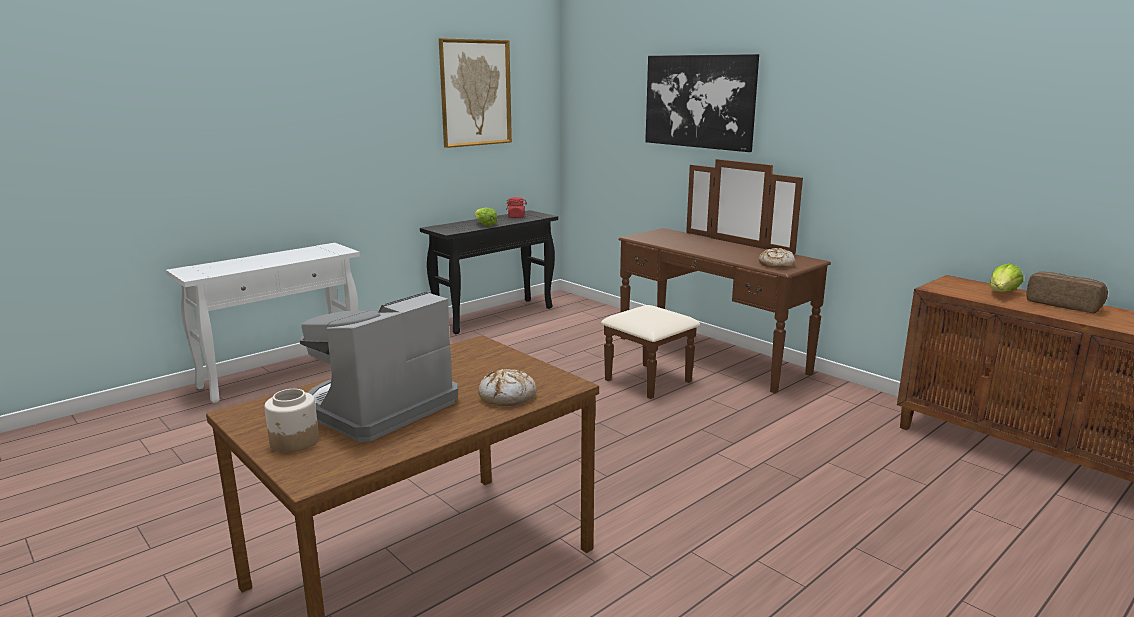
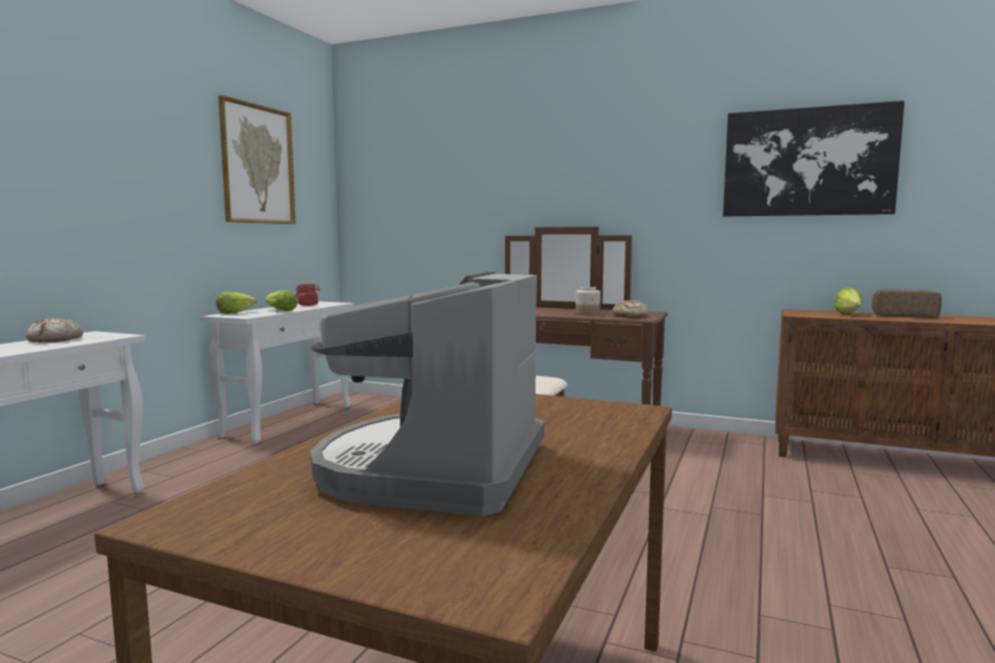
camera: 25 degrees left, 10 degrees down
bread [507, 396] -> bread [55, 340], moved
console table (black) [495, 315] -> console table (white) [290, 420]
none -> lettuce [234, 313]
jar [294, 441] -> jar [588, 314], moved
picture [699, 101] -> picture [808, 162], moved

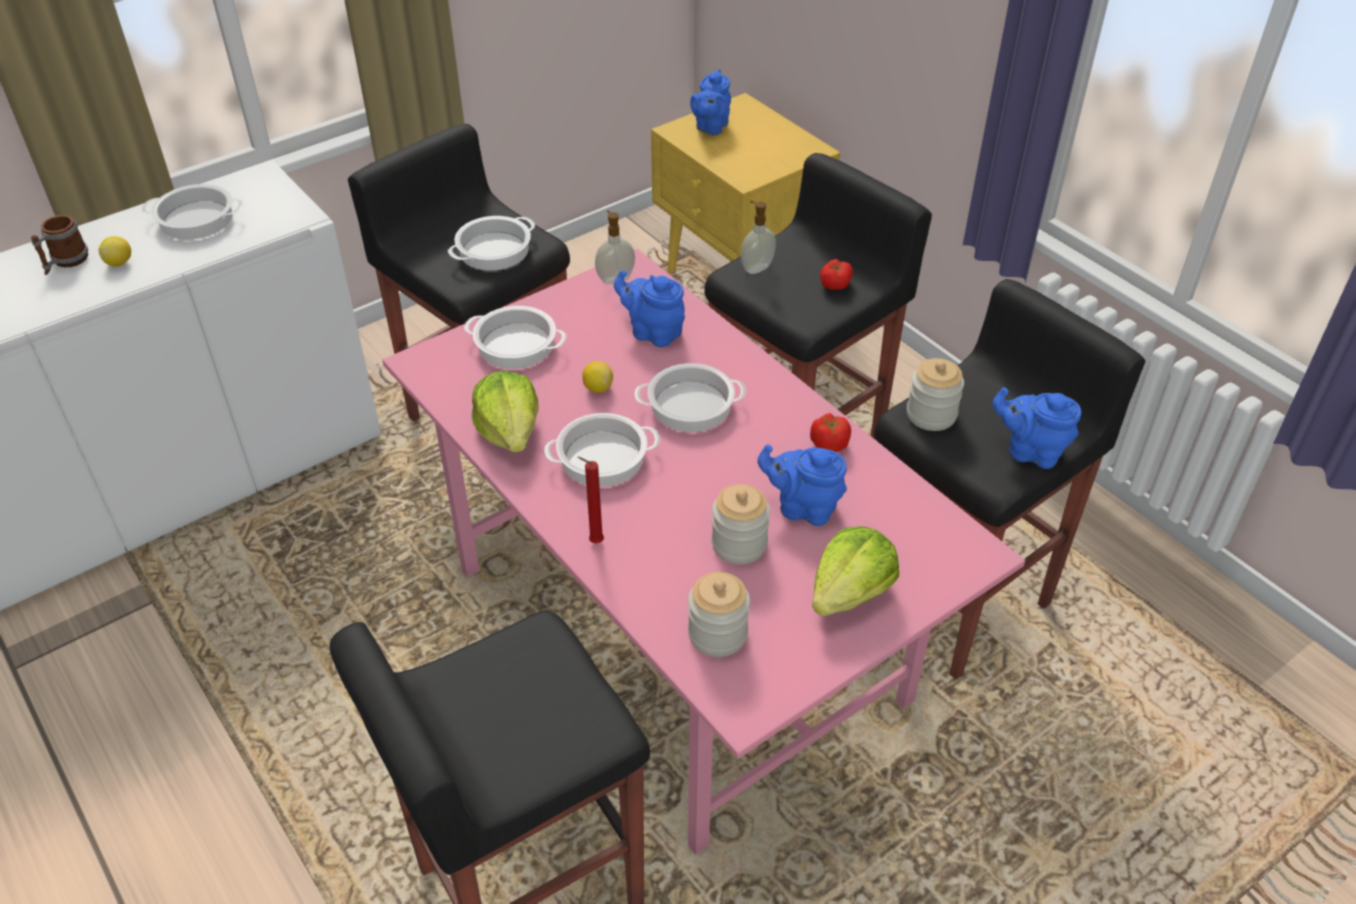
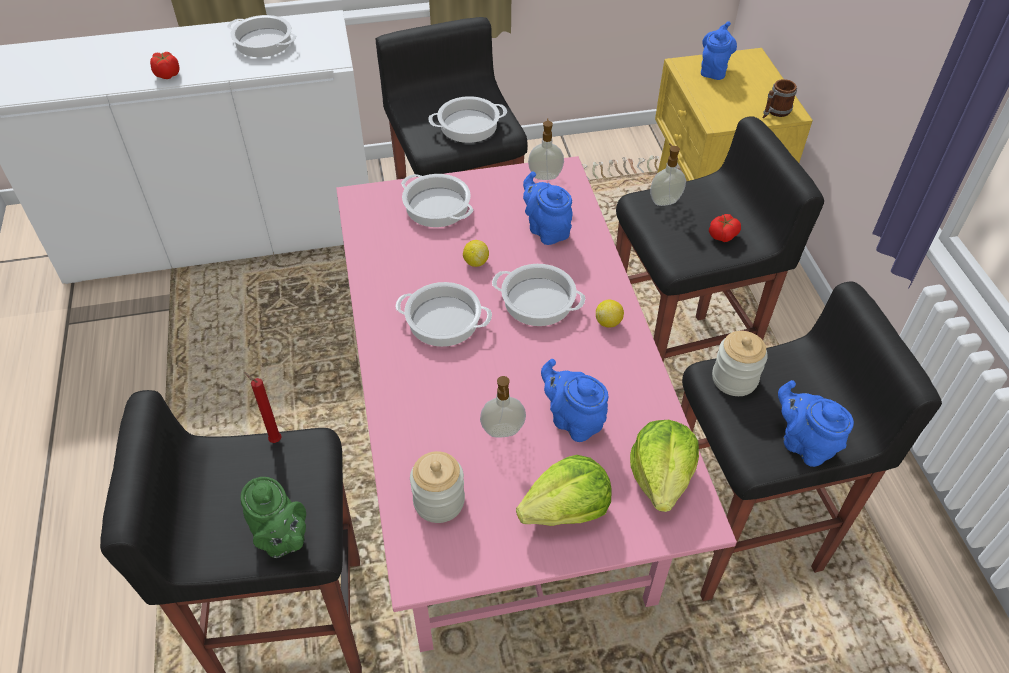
camera: 25 degrees right, 5 degrees up
tomato [829, 444] -> tomato [167, 74], moved
none -> teapot (green) [282, 539]
candle (red) [594, 542] -> candle (red) [273, 439], moved
jar [739, 544] -> soap dispenser [503, 432]
lemon [120, 263] -> lemon [608, 322], moved
lettuce [510, 431] -> lettuce [661, 476], moved
teapot (blue) [710, 127] -> teapot (blue) [714, 70], 150 degrees clockwise
mug [65, 262] -> mug [775, 112], moved

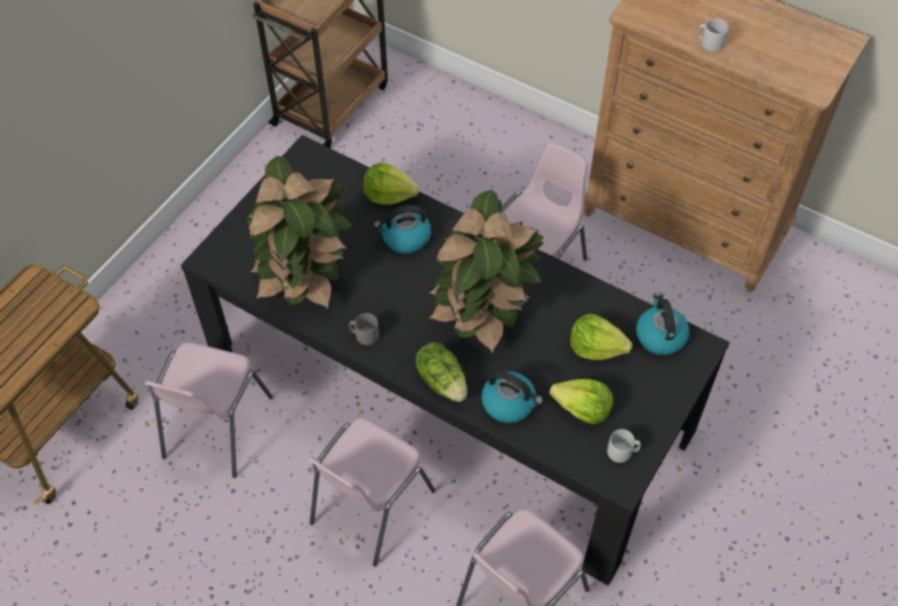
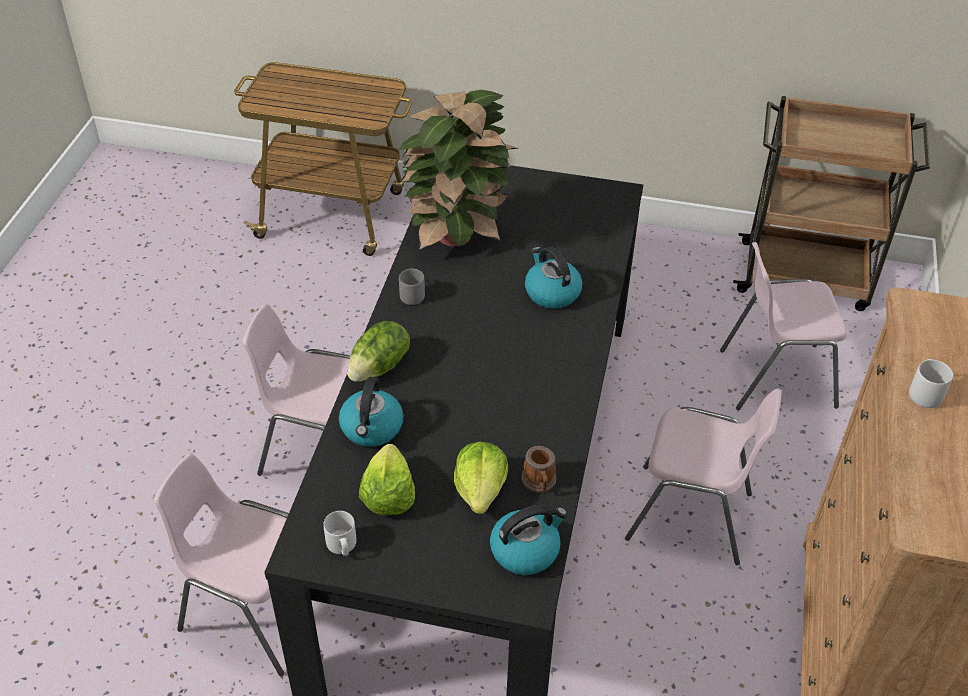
camera: 70 degrees right, 10 degrees down
none -> mug [539, 482]
chair (pink) [215, 428] -> chair (pink) [775, 377], moved
lettuce [389, 194] -> none
potted plant [483, 318] -> none

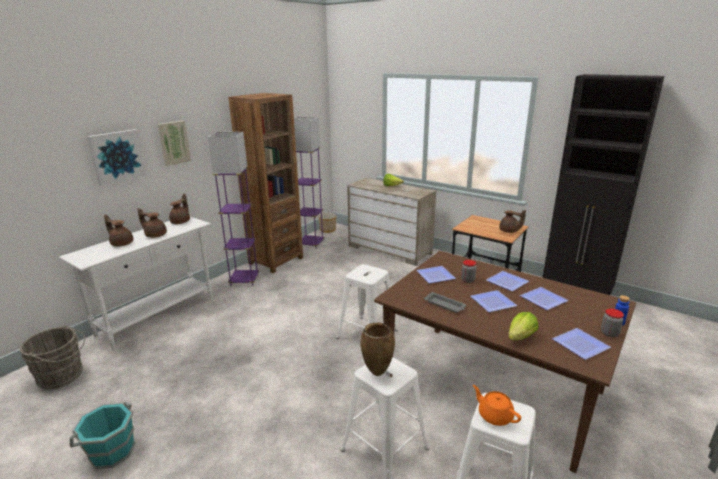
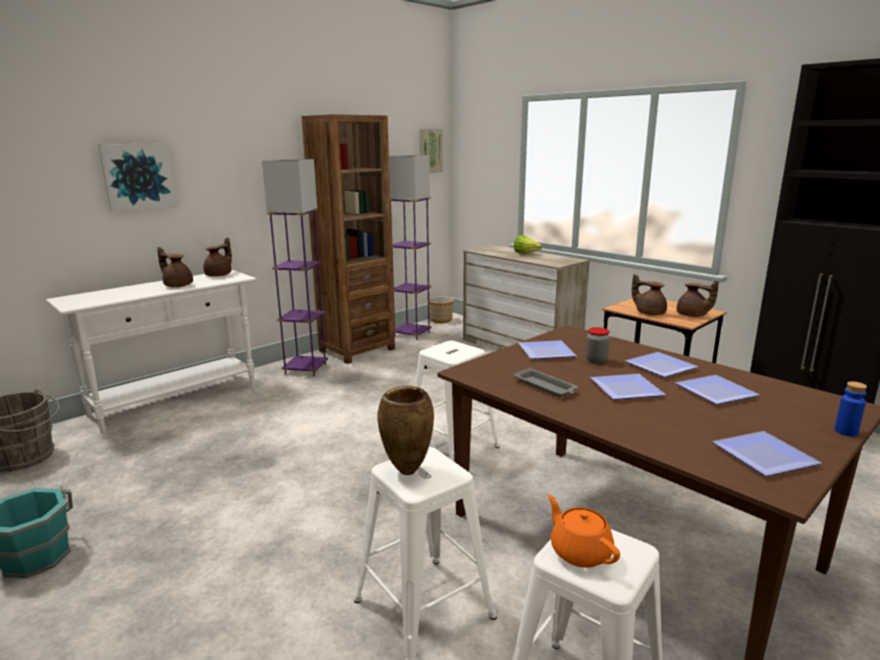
camera: 10 degrees right, 5 degrees down
picture [173, 143] -> picture [430, 151], moved
teapot (brown) [121, 243] -> teapot (brown) [649, 313], moved
lettuce [521, 337] -> none
jar [609, 333] -> none

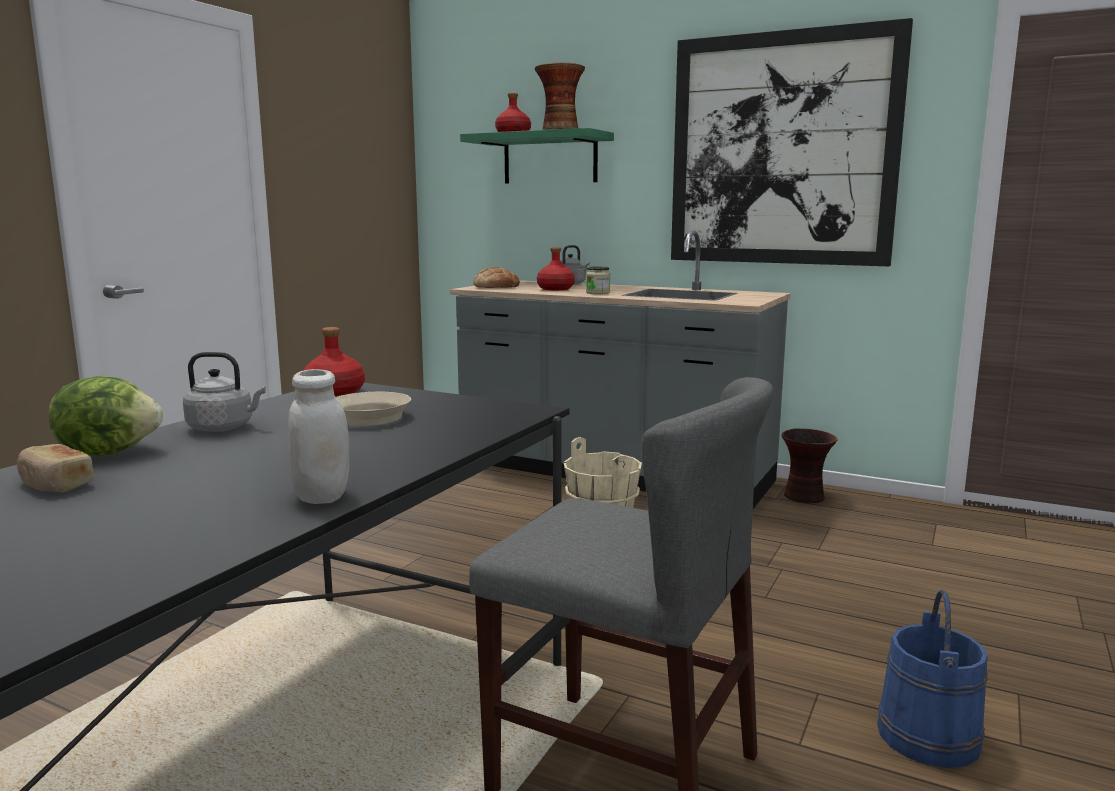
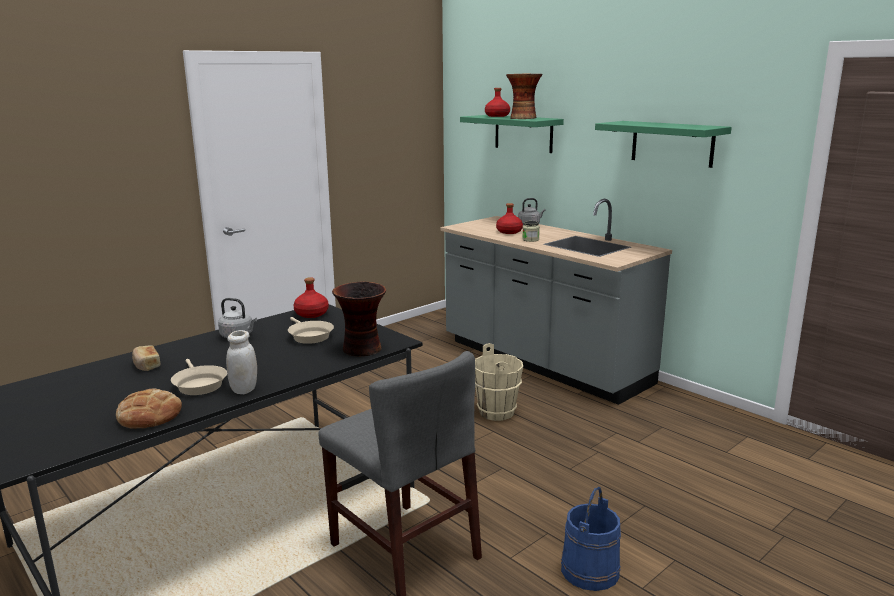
camera: 20 degrees right, 5 degrees up
bread [496, 286] -> bread [149, 415], moved
none -> frying pan (beige) [198, 384]
vase [805, 497] -> vase [362, 350], moved
picture [782, 150] -> shelf (green) [672, 143]
lettuce [110, 452] -> none

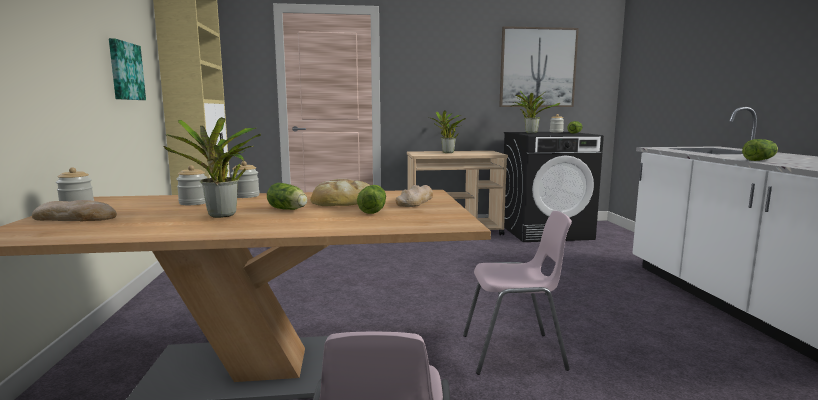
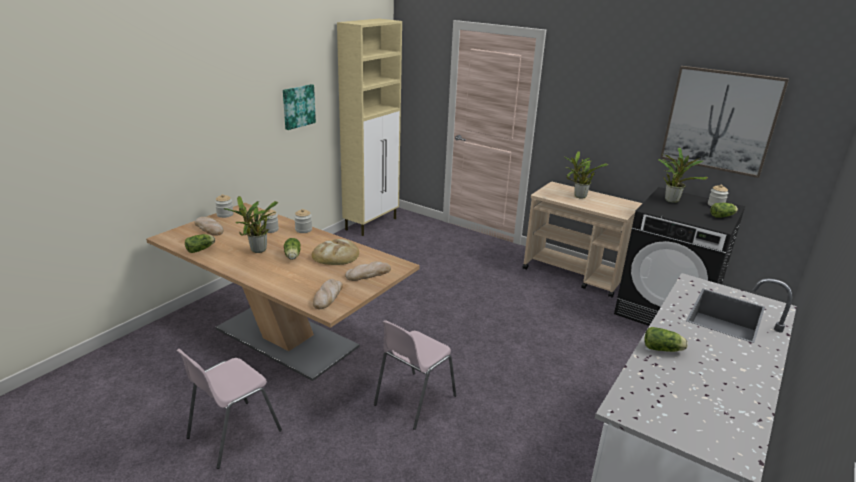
camera: 40 degrees right, 15 degrees up
lettuce [373, 210] -> lettuce [201, 249], moved
none -> bread [327, 296]
chair (pink) [514, 353] -> chair (pink) [413, 400], 90 degrees clockwise

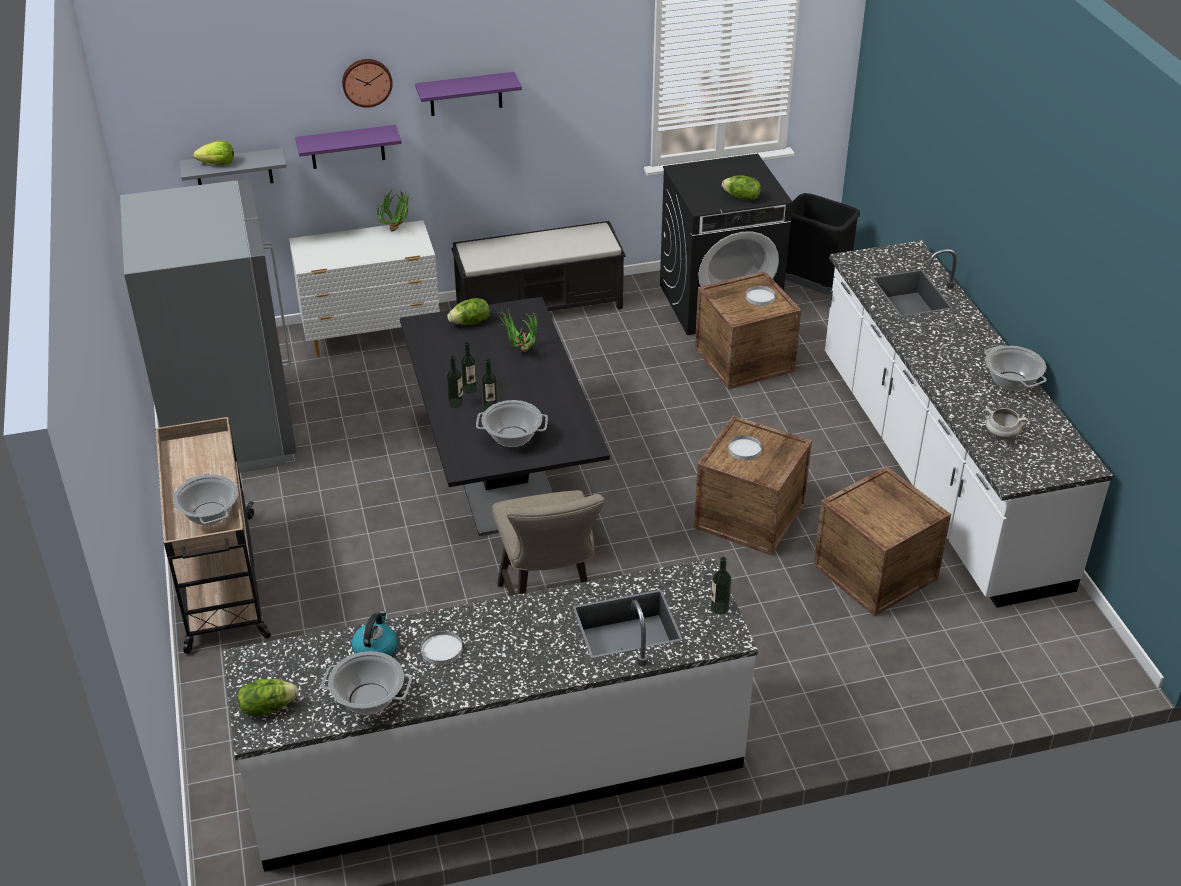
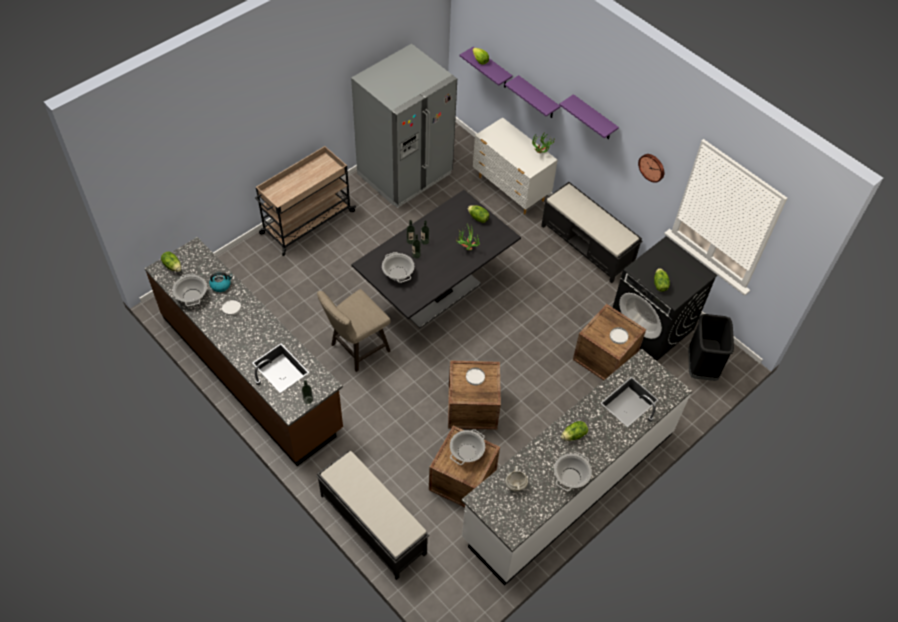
camera: 60 degrees right, 15 degrees up
counter (white) [497, 768] -> counter (brown) [251, 372]
none -> bench (black) [372, 524]
cooking pot [209, 514] -> cooking pot [466, 452], moved
shelf (grey) [234, 170] -> shelf (purple) [492, 68]
none -> lettuce [574, 435]
wall clock [366, 82] -> wall clock [652, 167], moved

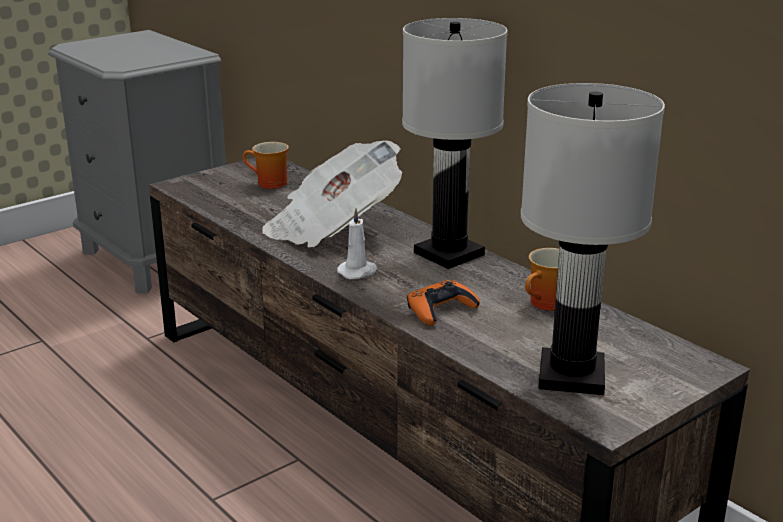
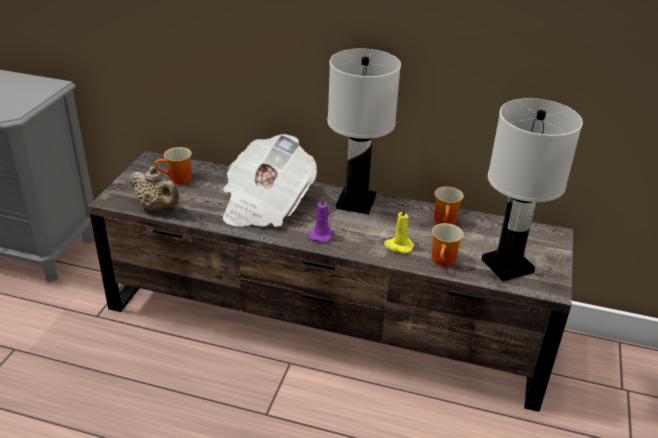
camera: 35 degrees left, 10 degrees up
none -> teapot (beige) [157, 207]
candle (white) [358, 272] -> candle (purple) [322, 235]
game controller (orange) [441, 309] -> candle (yellow) [398, 246]
none -> mug [444, 261]

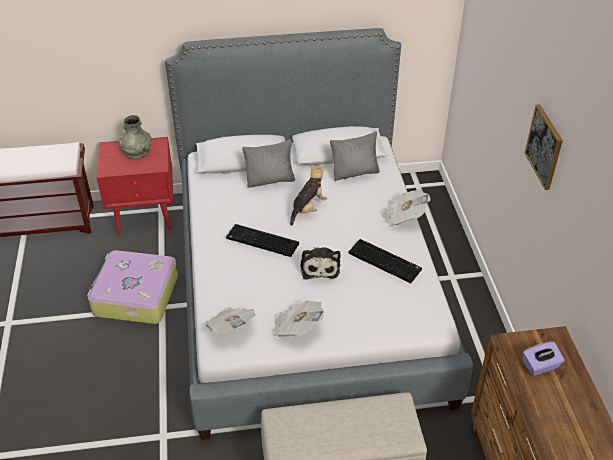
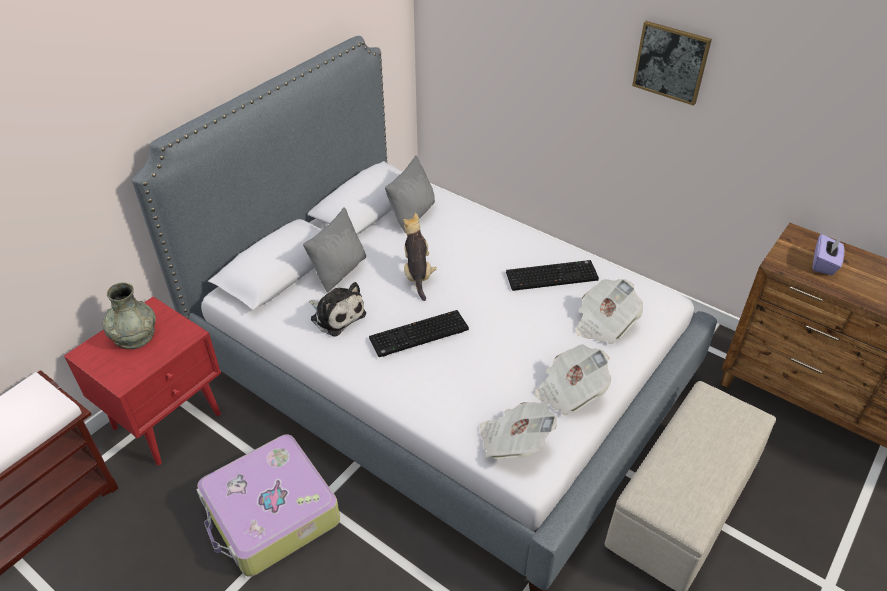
camera: 45 degrees left, 0 degrees up
plush toy [319, 266] -> plush toy [336, 315], moved
newspaper [403, 217] -> newspaper [604, 324], moved

